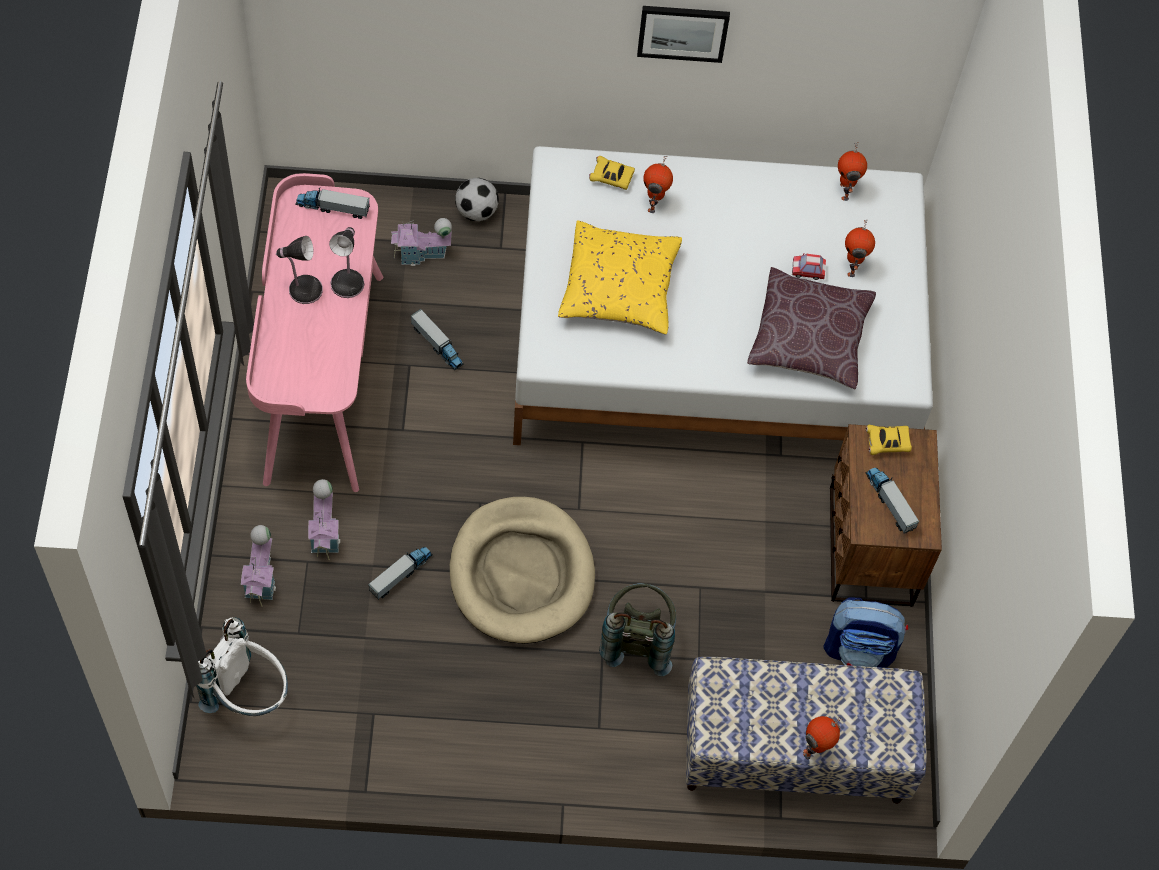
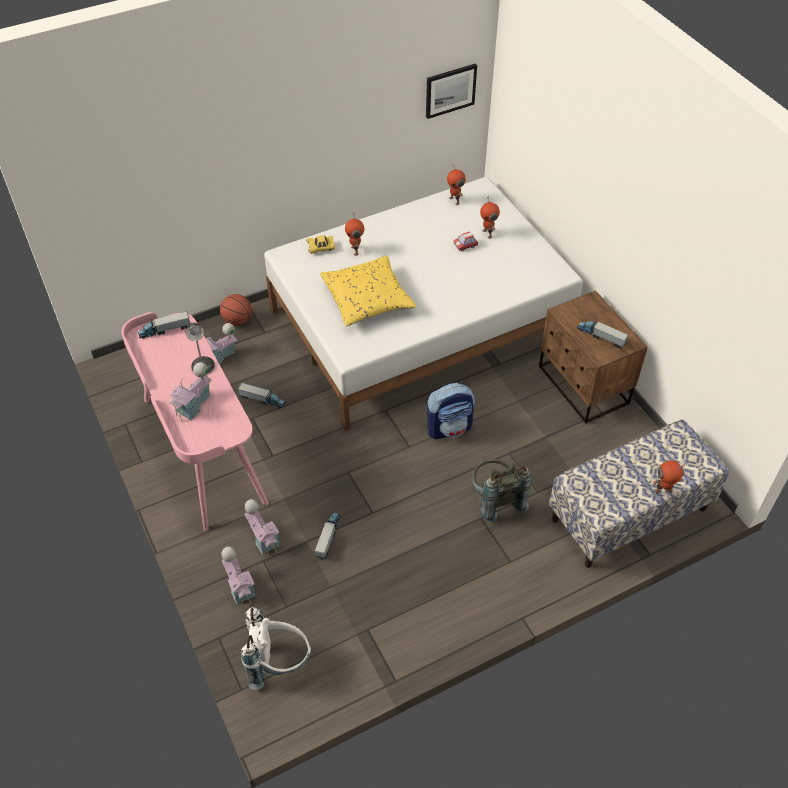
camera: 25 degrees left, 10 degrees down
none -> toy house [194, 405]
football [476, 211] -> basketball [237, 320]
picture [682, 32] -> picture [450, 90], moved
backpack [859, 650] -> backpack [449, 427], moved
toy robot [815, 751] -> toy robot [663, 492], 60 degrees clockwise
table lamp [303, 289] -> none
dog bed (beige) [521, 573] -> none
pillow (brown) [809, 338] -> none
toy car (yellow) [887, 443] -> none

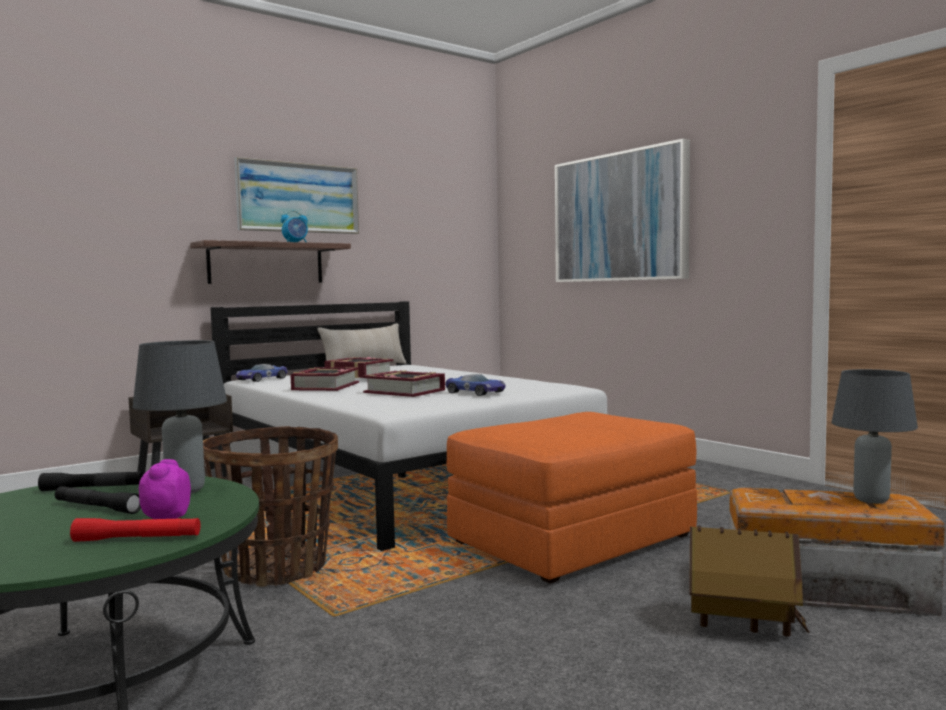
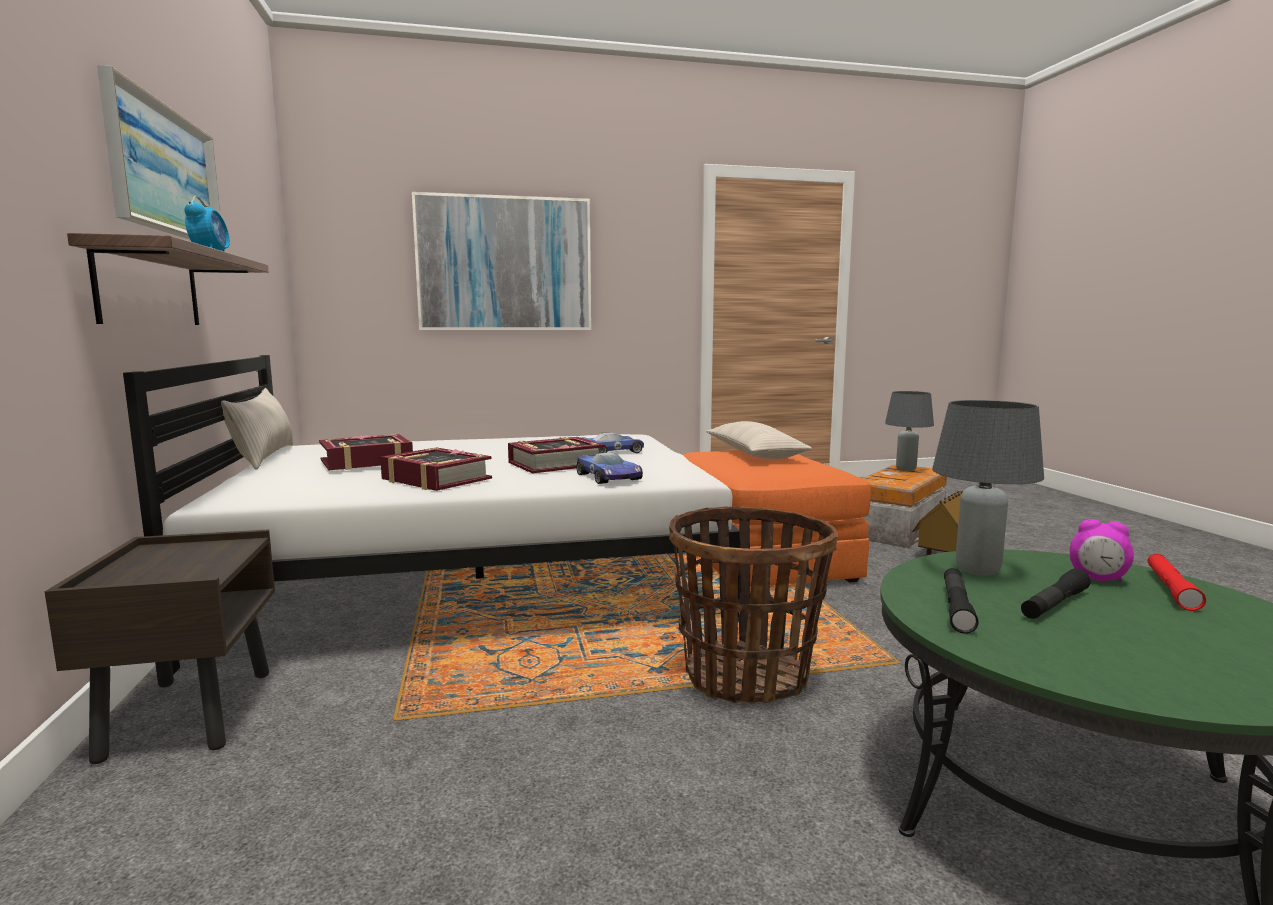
camera: 65 degrees left, 5 degrees up
toy car [261, 379] -> toy car [609, 477], moved
none -> pillow (beige) [754, 454]

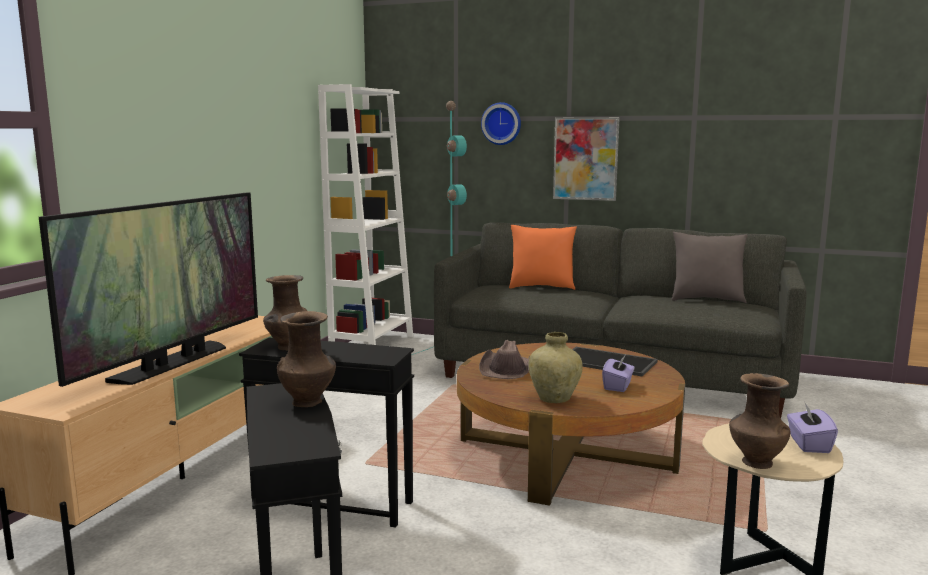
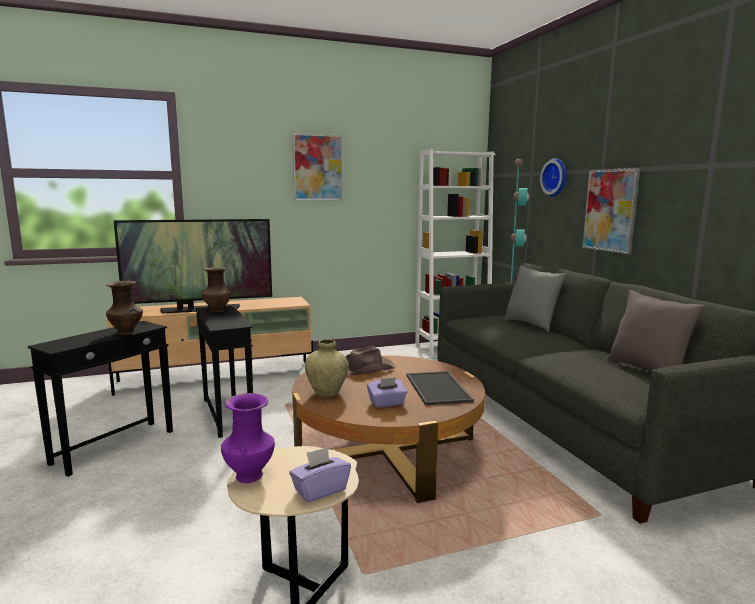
camera: 50 degrees right, 0 degrees up
vase (brown) [755, 462] -> vase (purple) [249, 475]
none -> picture [318, 167]
pillow (orange) [541, 287] -> pillow (grey) [531, 324]

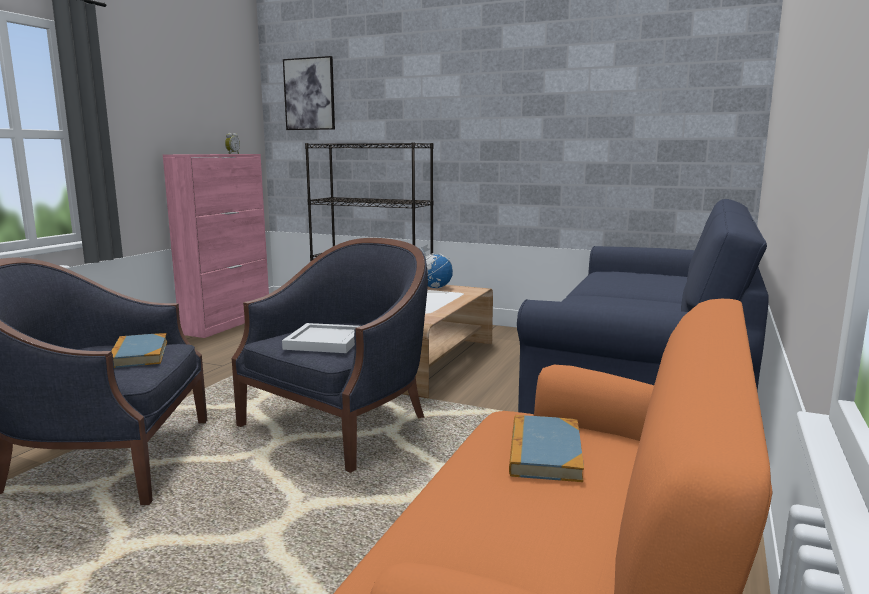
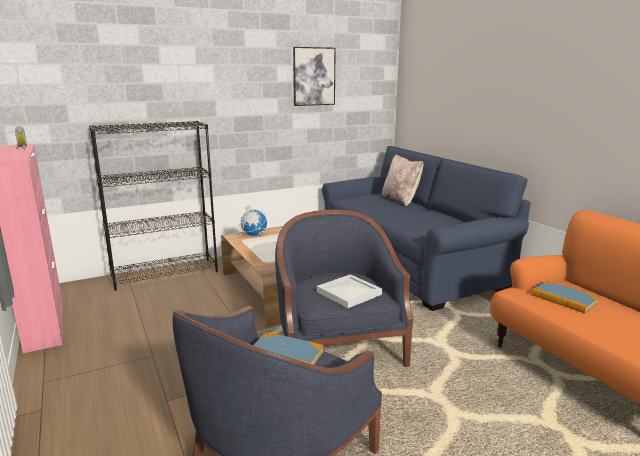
camera: 50 degrees left, 5 degrees up
picture [309, 94] -> picture [314, 76], moved
none -> pillow (beige) [400, 200]

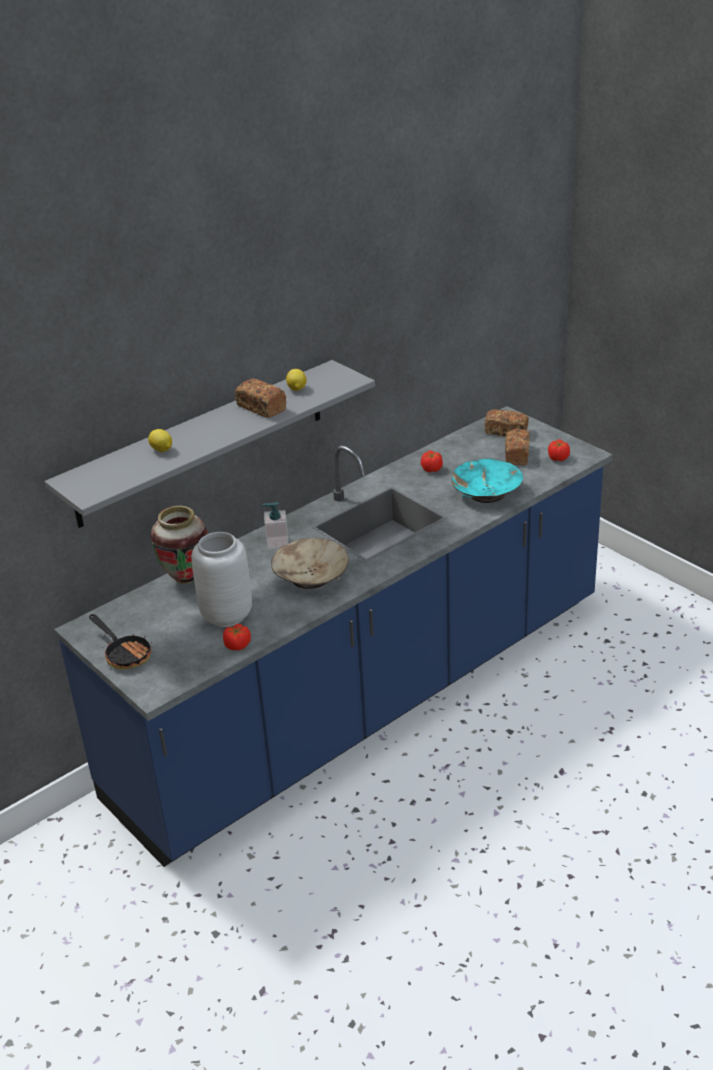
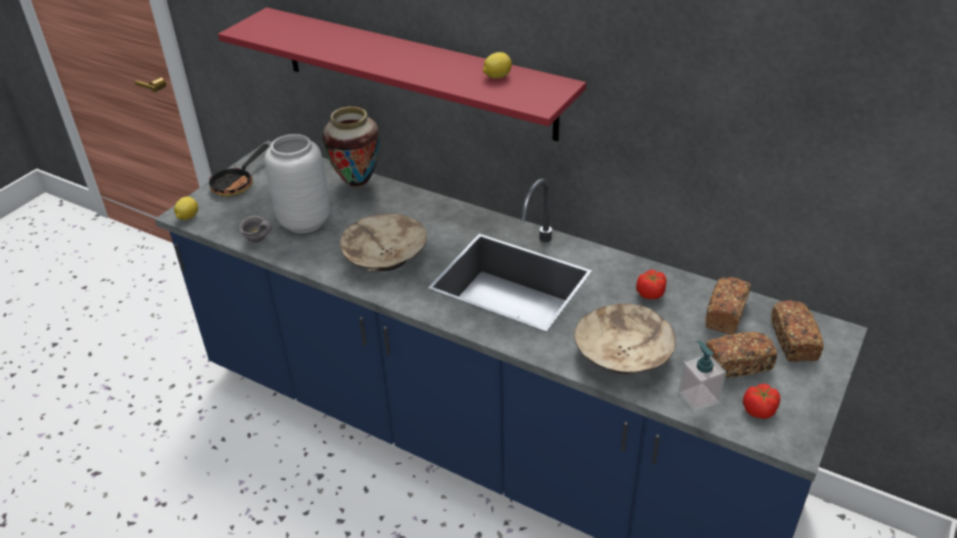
camera: 70 degrees right, 5 degrees up
lemon [162, 450] -> lemon [188, 217], moved
shelf (grey) [202, 443] -> shelf (red) [415, 72]
tomato [238, 645] -> mug (grey) [258, 241]
bowl (turquoise) [486, 492] -> bowl (beige) [623, 354]
soap dispenser [277, 542] -> soap dispenser [698, 397], moved
bread [261, 408] -> bread [725, 314], moved

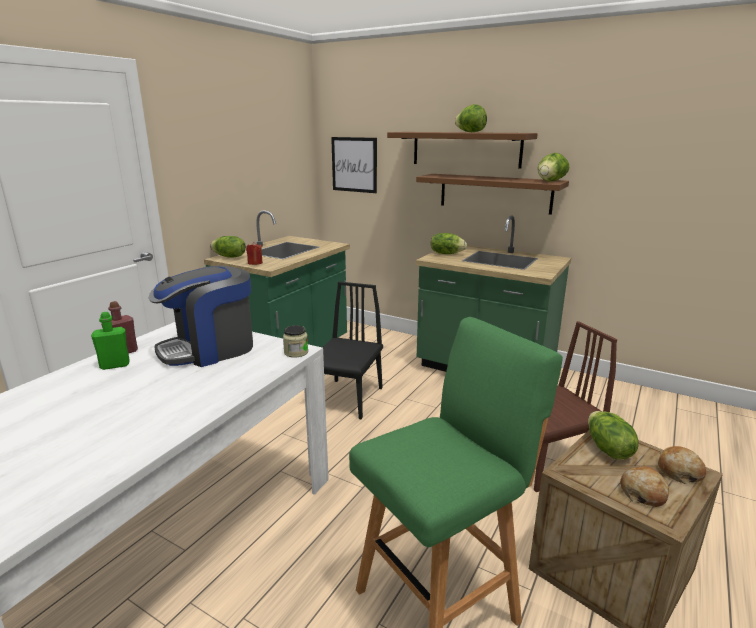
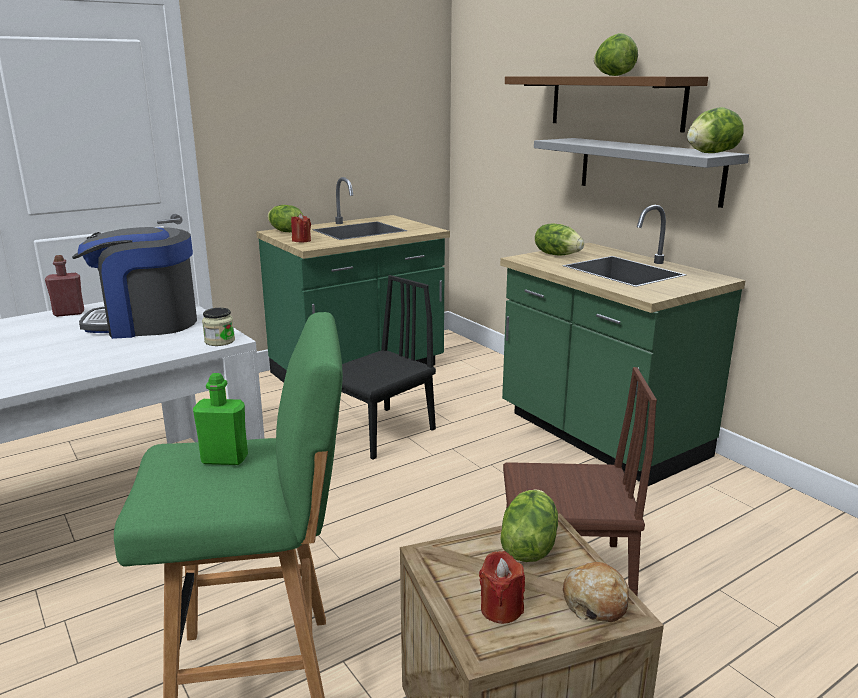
camera: 25 degrees right, 0 degrees up
bottle (green) [115, 365] -> bottle (green) [224, 459], moved
bread [643, 492] -> candle (red) [501, 609]
shelf (brown) [495, 193] -> shelf (grey) [648, 170]
picture [354, 164] -> none

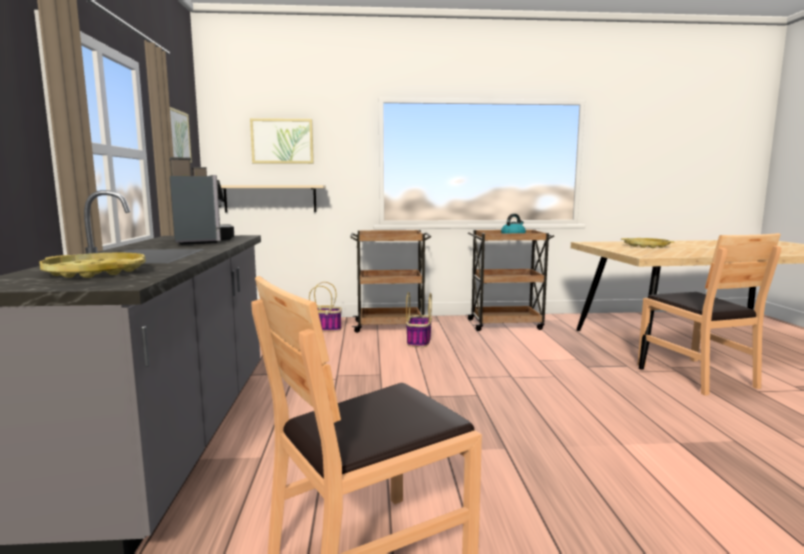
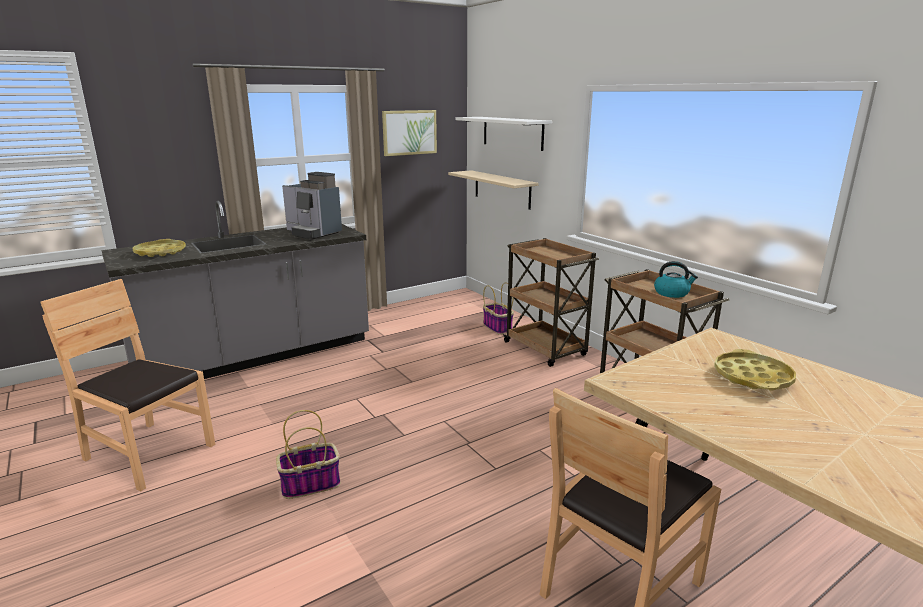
camera: 60 degrees right, 10 degrees up
basket [418, 341] -> basket [311, 484], moved
coffee machine [201, 240] -> coffee machine [313, 233], 90 degrees clockwise
picture [282, 141] -> shelf (white) [512, 133]

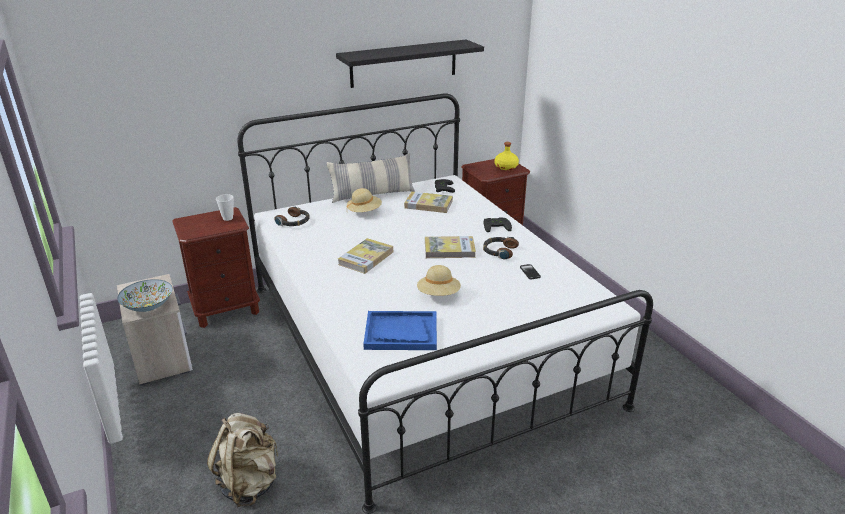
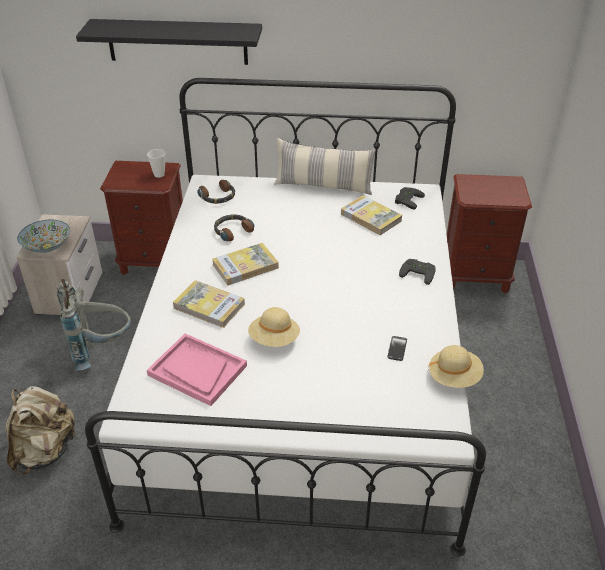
camera: 30 degrees right, 10 degrees up
none -> backpack (grey) [101, 349]
shelf (black) [403, 63] -> shelf (black) [177, 42], moved
tray (blue) [401, 332] -> tray (pink) [197, 370]
book [449, 250] -> book [209, 306], moved
headphones [499, 251] -> headphones [232, 231], moved
hat (beige) [364, 212] -> hat (beige) [454, 377], moved
bottle (yellow) [506, 167] -> none

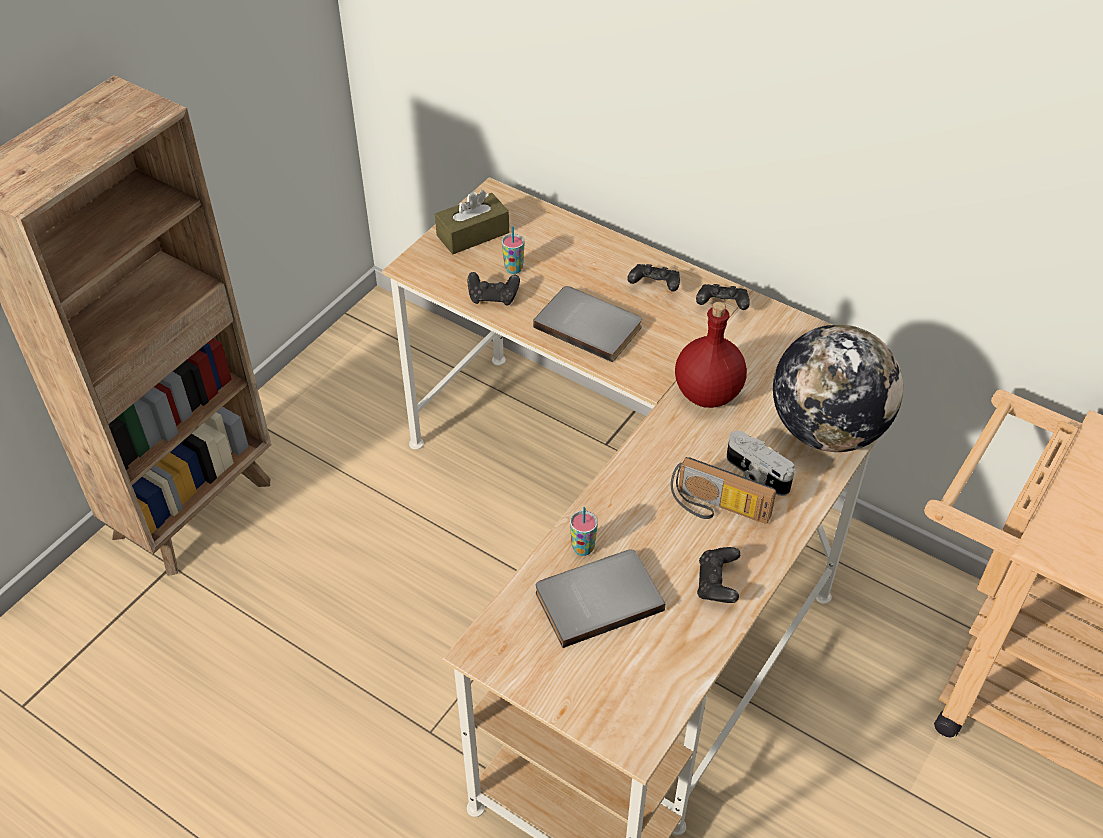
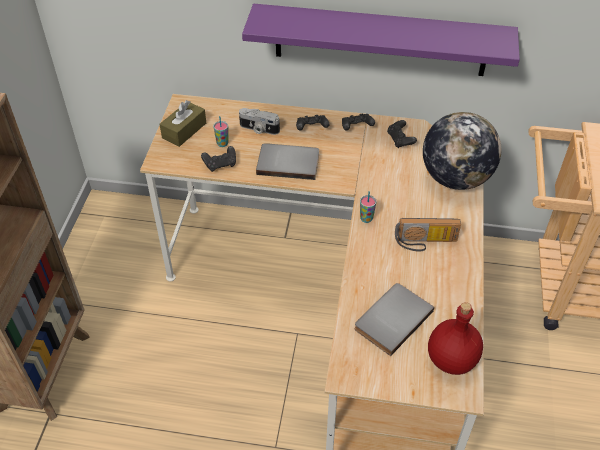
camera: 25 degrees left, 0 degrees up
photo camera [755, 475] -> photo camera [258, 129], moved
none -> shelf (purple) [380, 40]
cup [583, 548] -> cup [366, 219], moved
game controller (black) [717, 584] -> game controller (black) [400, 140], moved
bottle (red) [707, 393] -> bottle (red) [450, 359], moved

